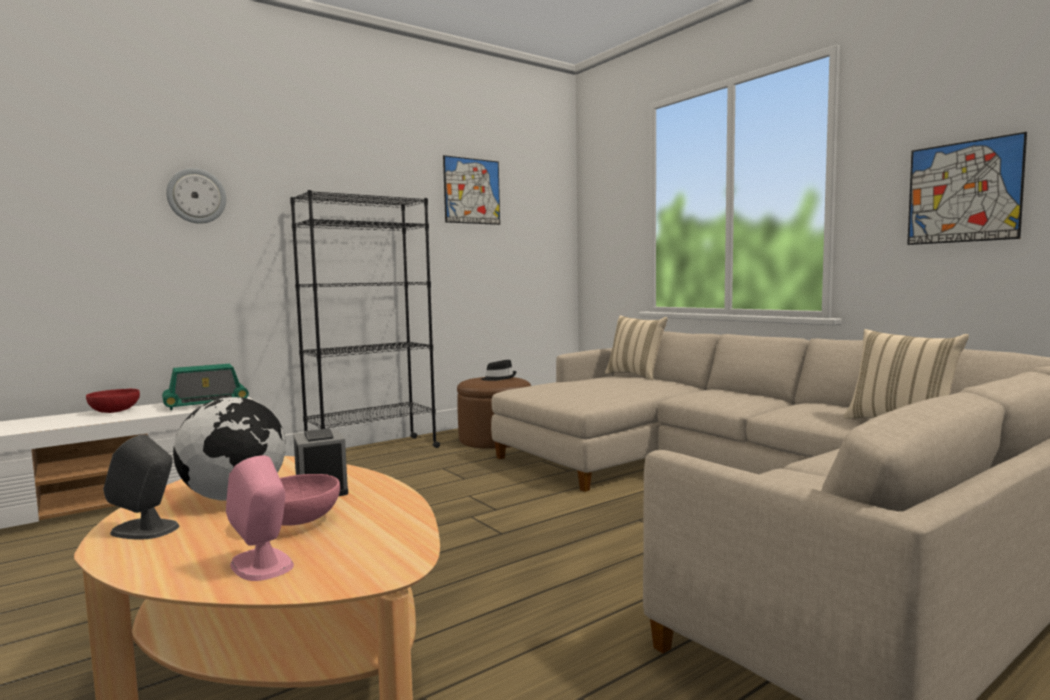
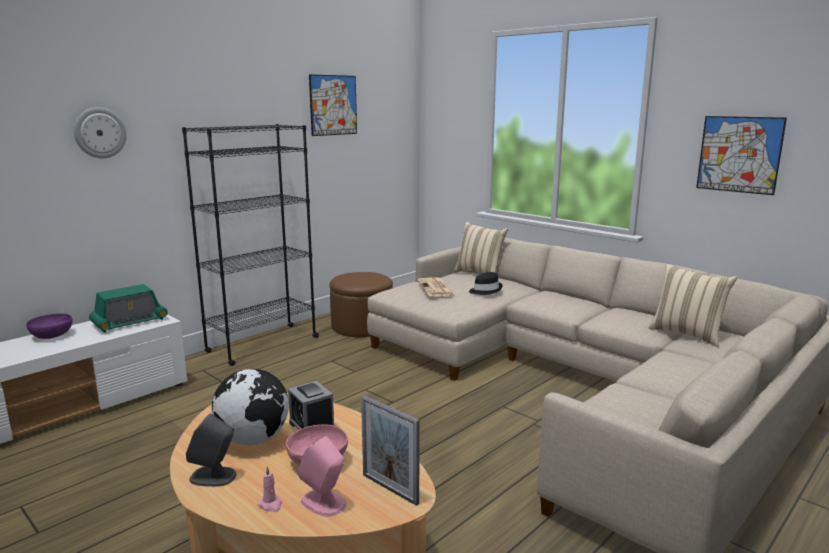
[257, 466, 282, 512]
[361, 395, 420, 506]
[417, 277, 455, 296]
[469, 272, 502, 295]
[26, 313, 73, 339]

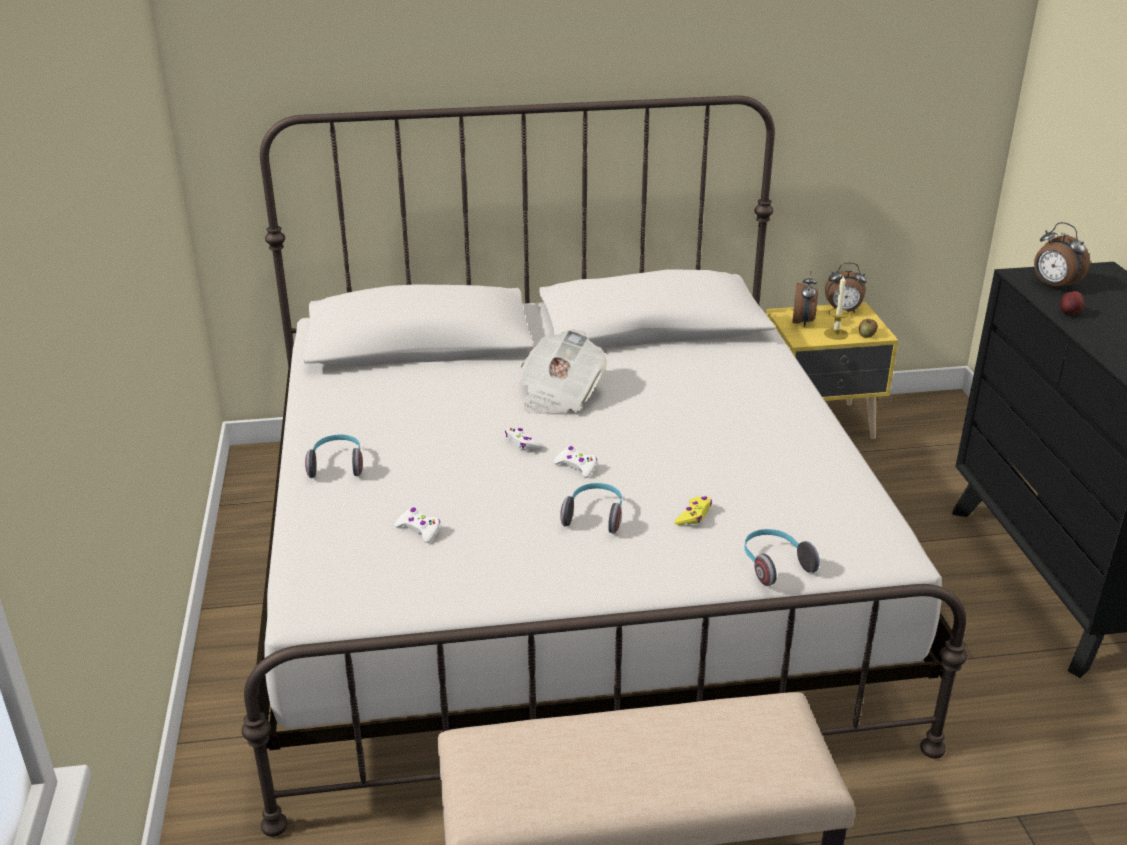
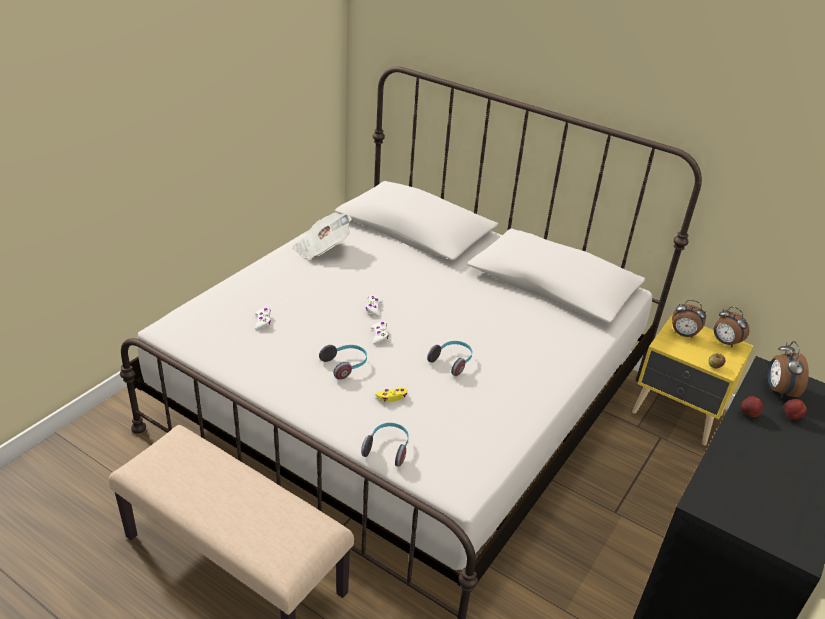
[824, 274, 849, 340] (first image)
[783, 399, 807, 419]
[427, 341, 473, 376]
[293, 212, 352, 259]
[672, 300, 706, 338]

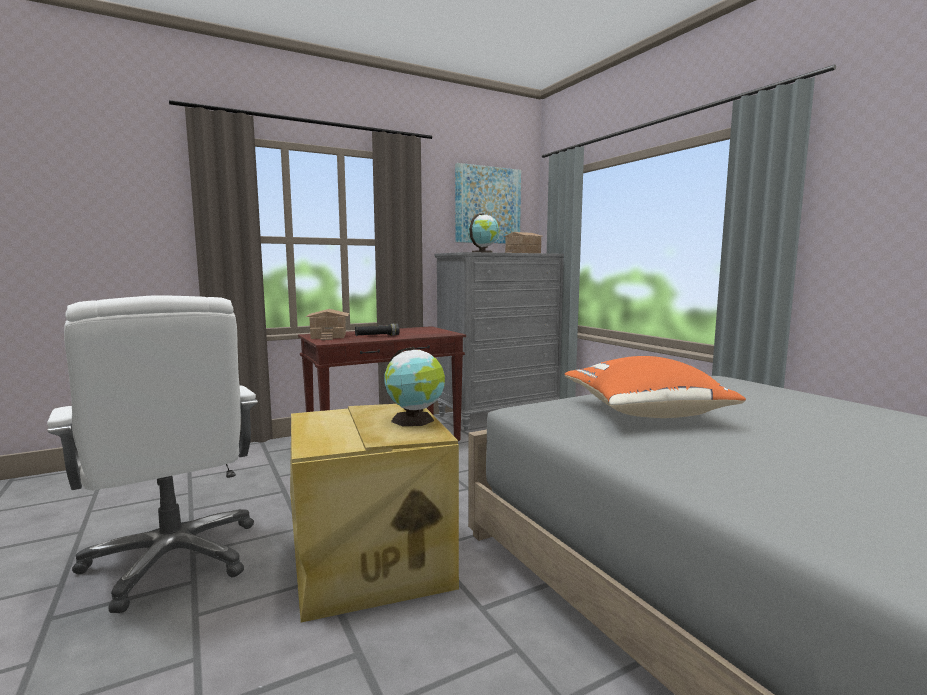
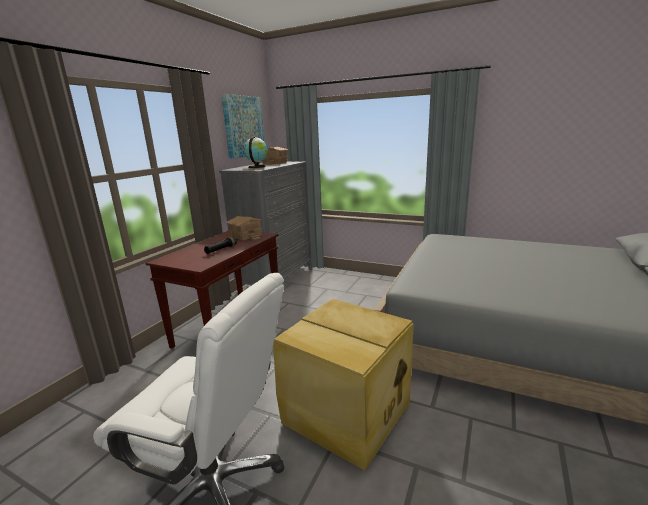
[384, 347, 445, 426] (first image)
[565, 356, 746, 418] (first image)
[226, 216, 262, 241]

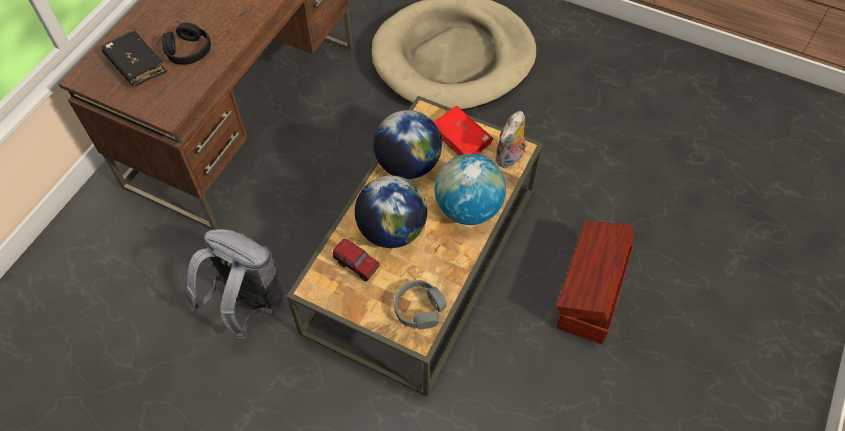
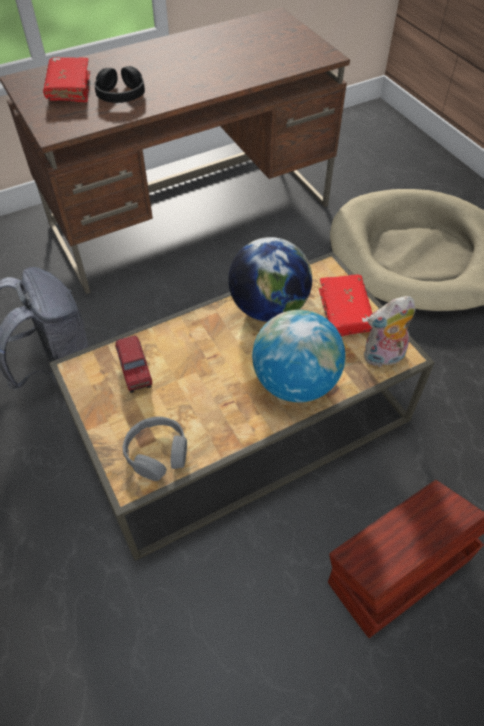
[355, 176, 427, 248] (first image)
[43, 57, 90, 102]

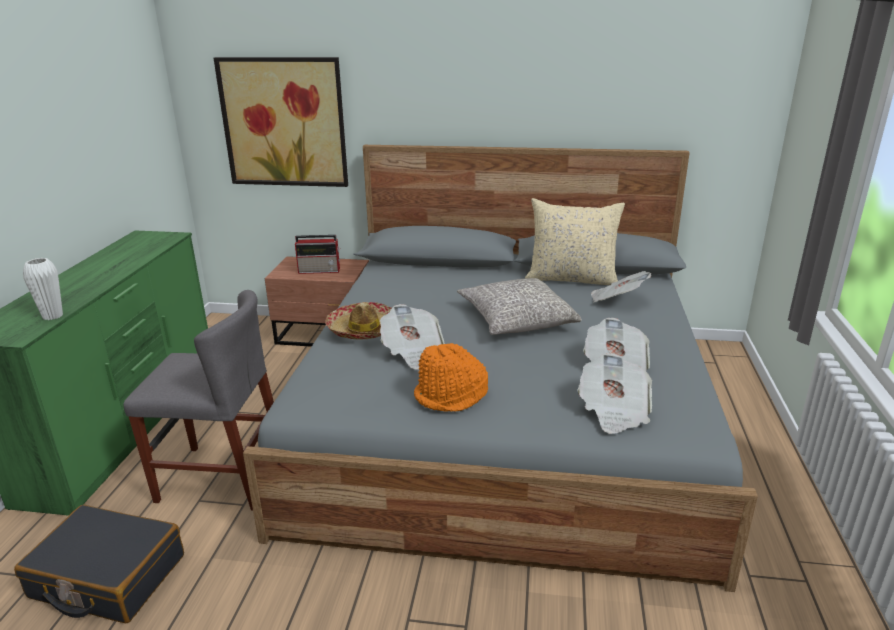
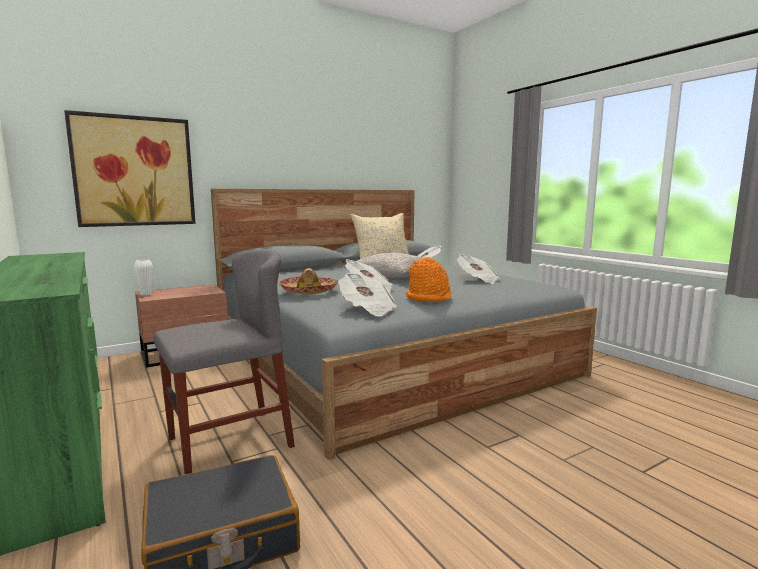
[295, 235, 340, 274] (first image)
[134, 259, 153, 296]
[338, 273, 397, 316]

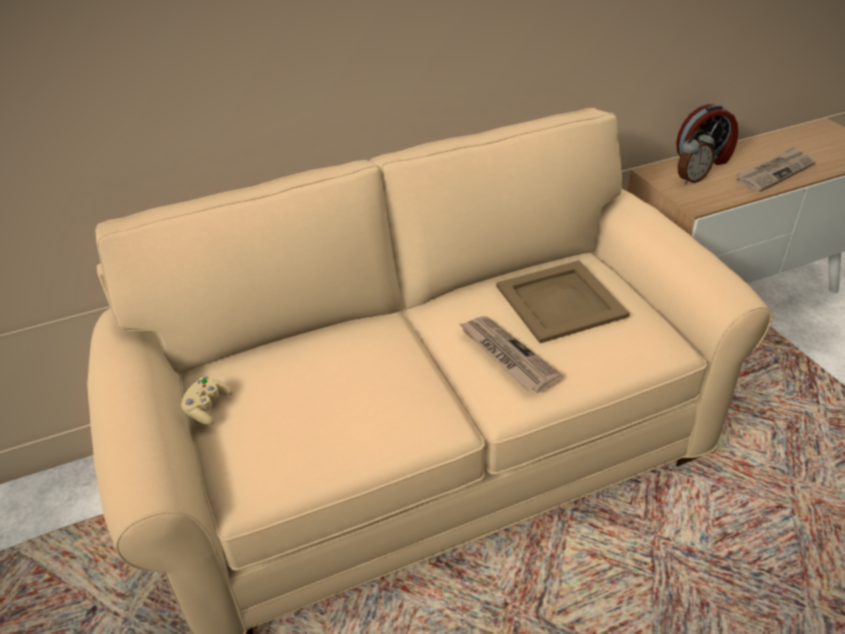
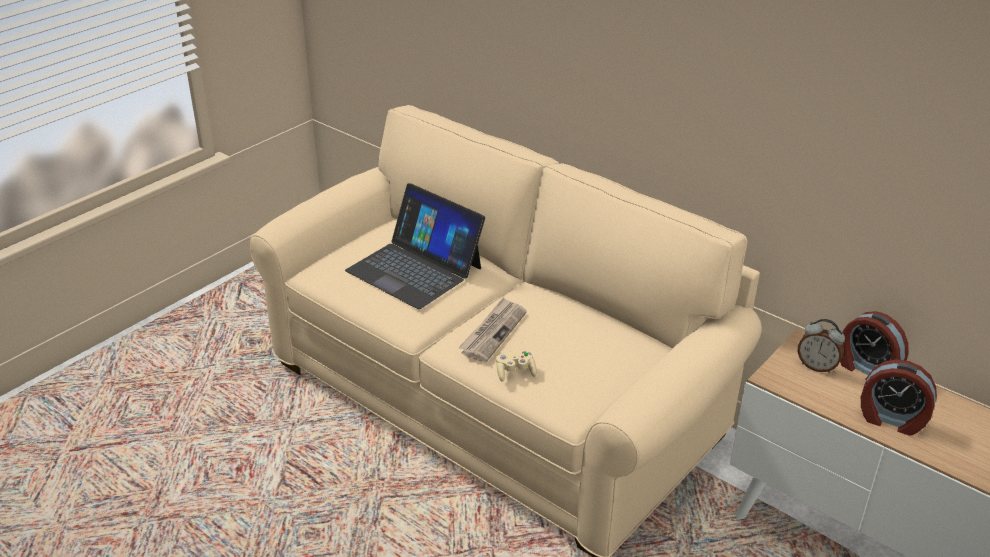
[496, 260, 630, 343] (first image)
[345, 183, 485, 309]
[496, 351, 537, 382]
[861, 359, 937, 436]

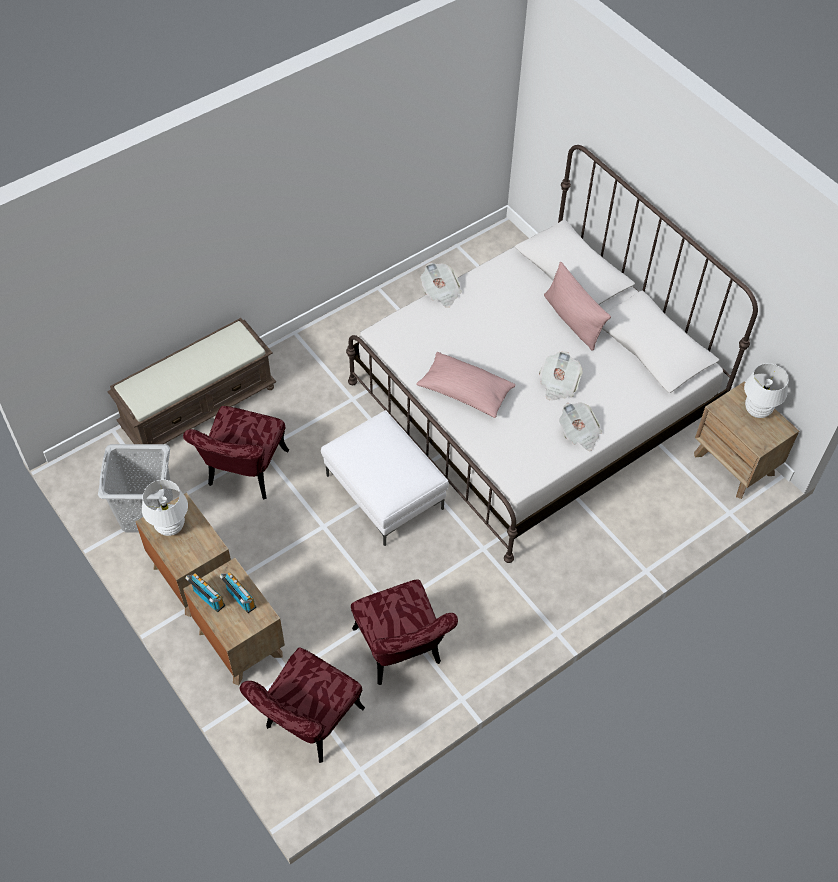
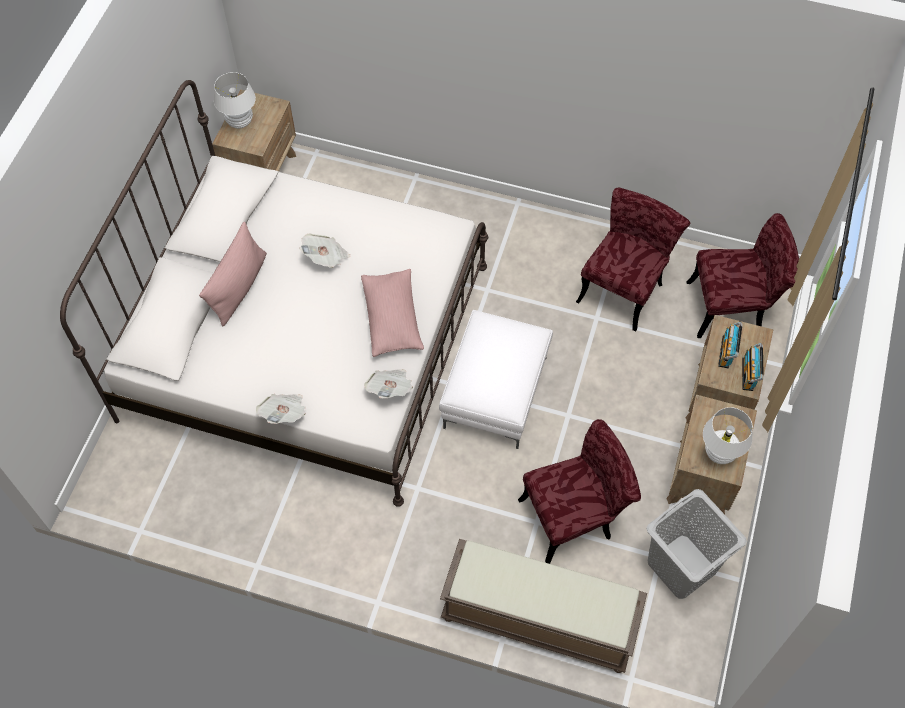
[364, 369, 413, 398]

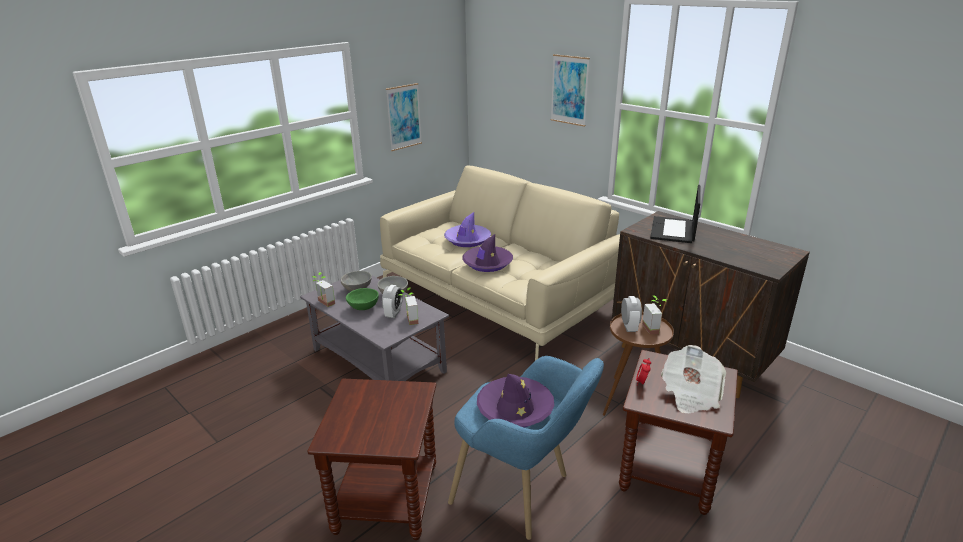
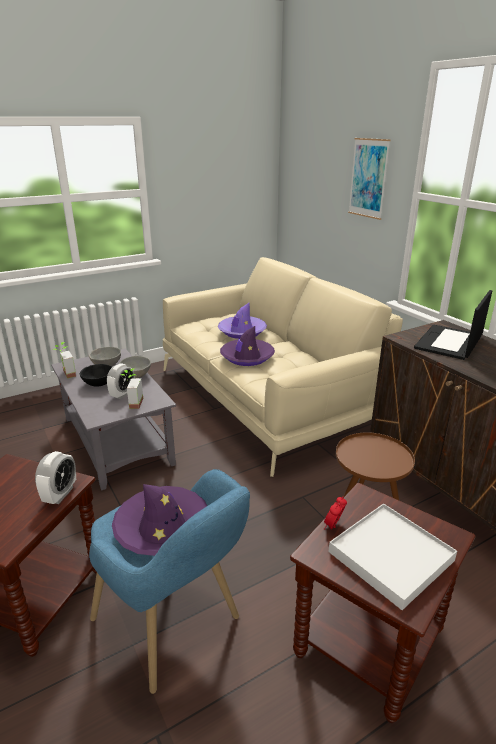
[386, 83, 422, 151] (first image)
[642, 296, 667, 334] (first image)
[35, 451, 76, 504]
[328, 503, 457, 610]
[80, 364, 112, 387]

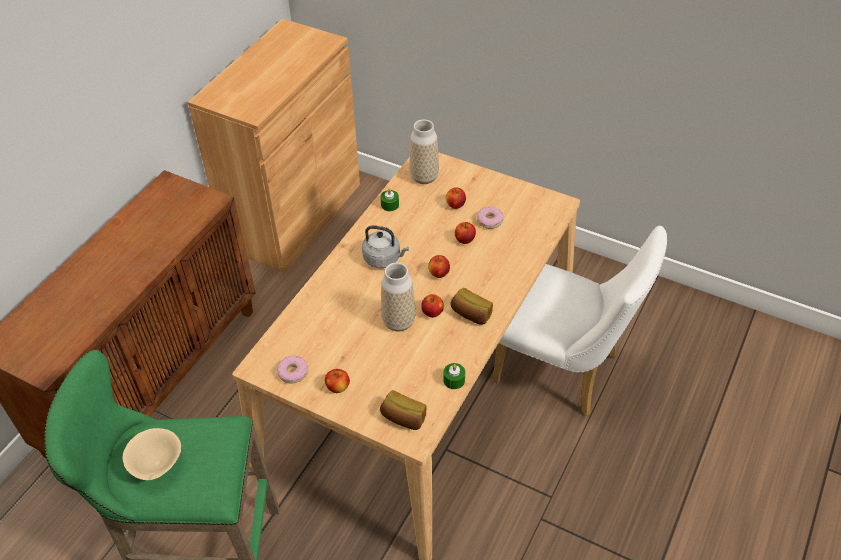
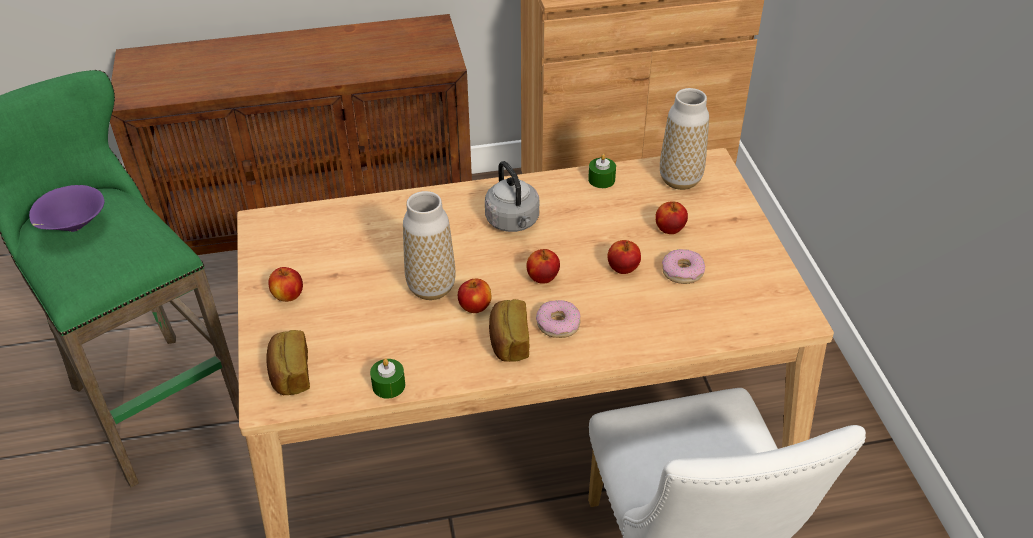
[536, 300, 581, 338]
[29, 185, 105, 232]

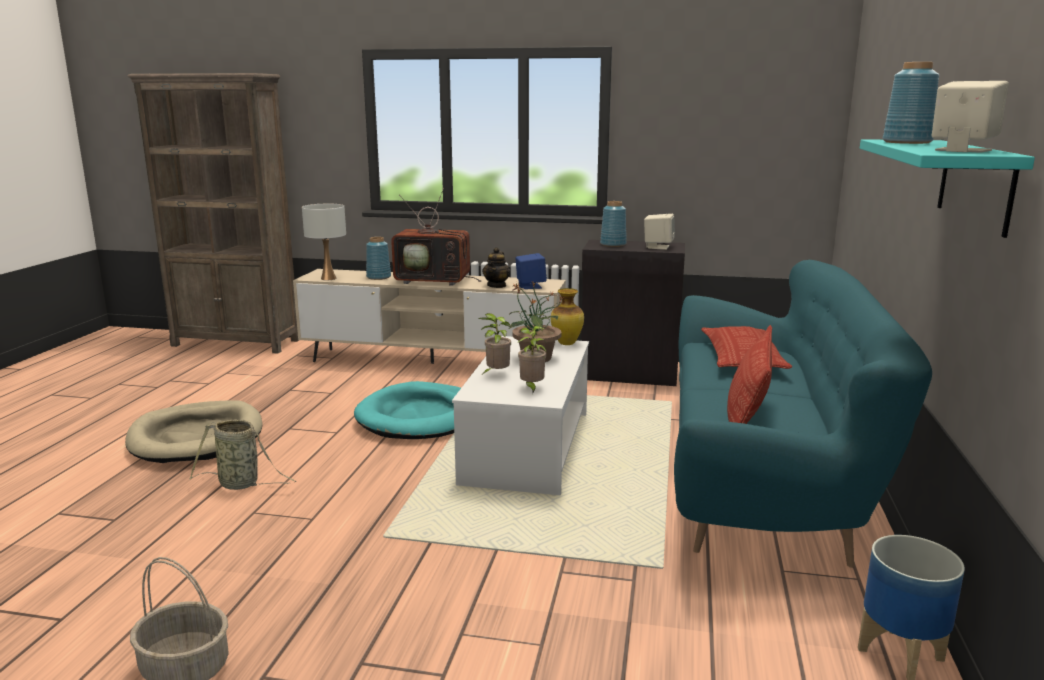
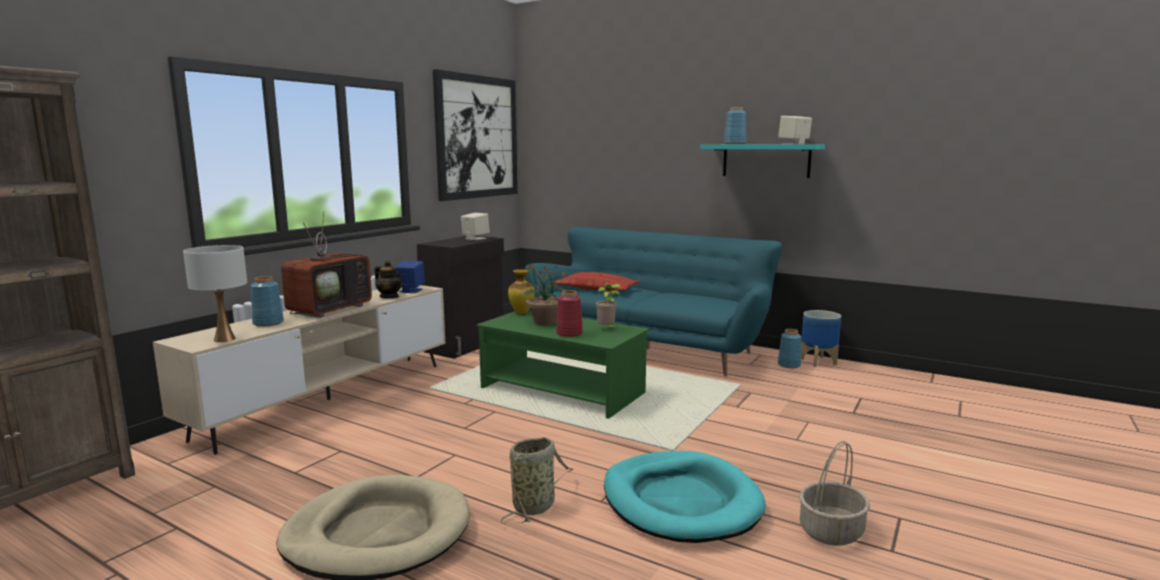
[727, 325, 772, 424] (first image)
[433, 69, 518, 201]
[604, 451, 766, 543]
[778, 329, 801, 368]
[556, 290, 583, 337]
[477, 310, 649, 419]

